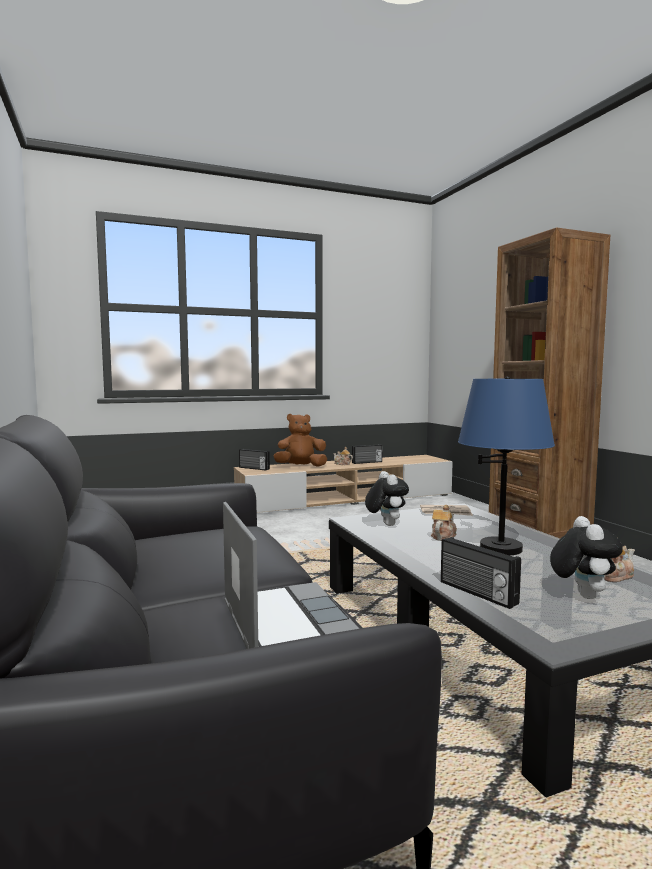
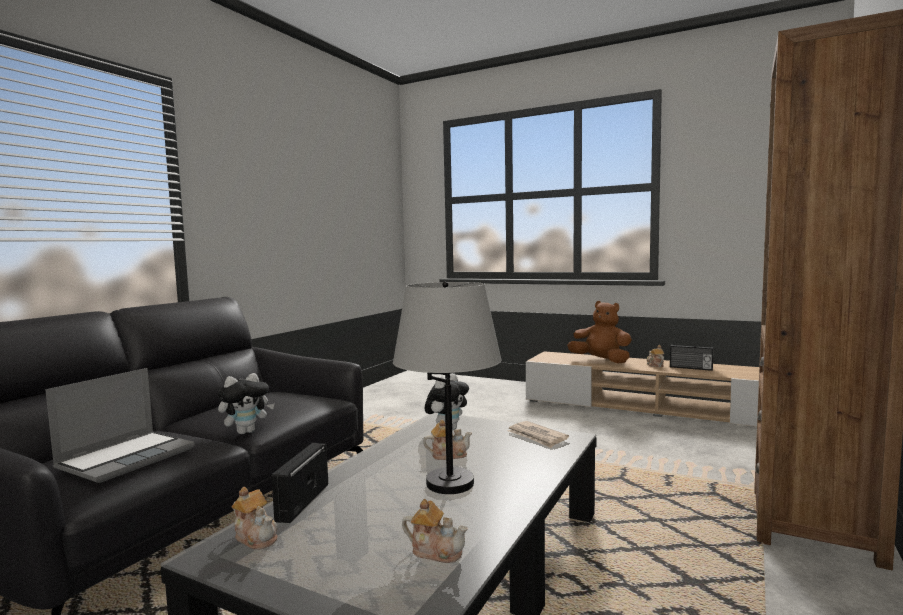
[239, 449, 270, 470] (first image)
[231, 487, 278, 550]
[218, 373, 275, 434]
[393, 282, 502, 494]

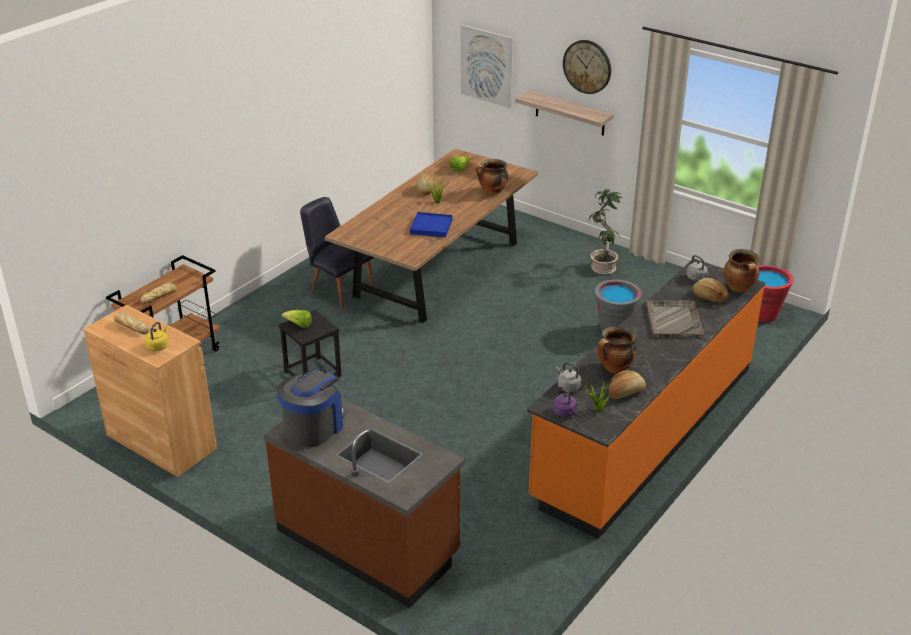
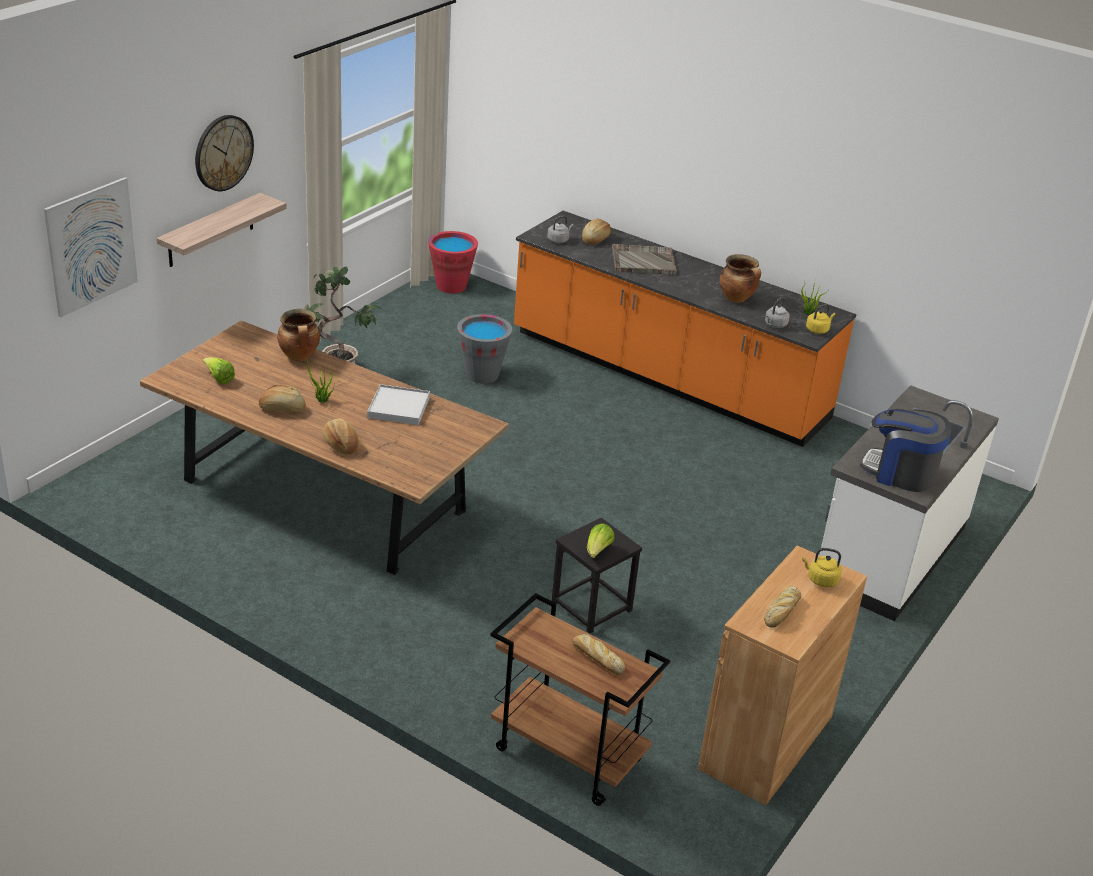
[300, 197, 374, 310] (first image)
[723, 249, 759, 292] (first image)
[323, 418, 359, 455]
[820, 385, 999, 621]
[367, 384, 430, 425]
[806, 304, 836, 334]

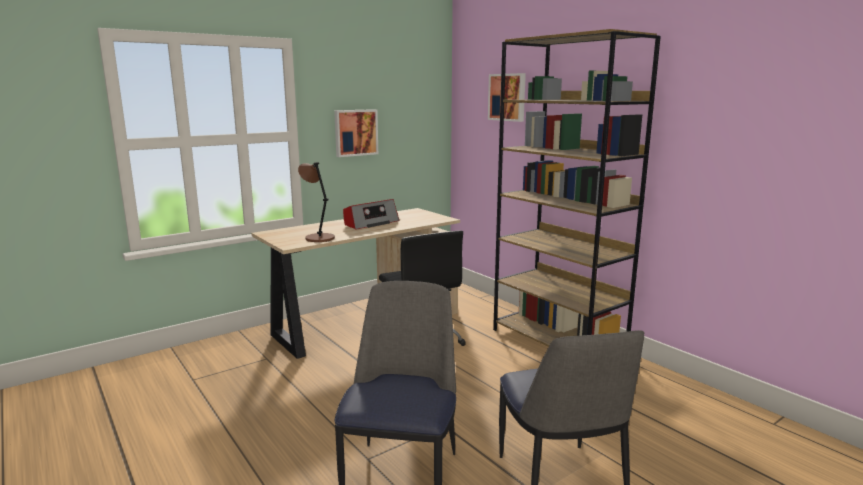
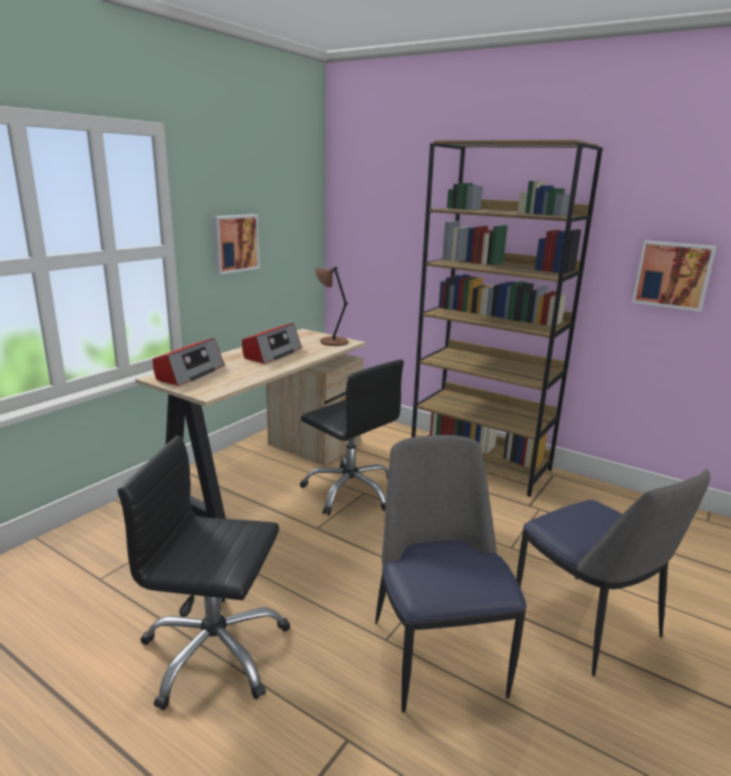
[118, 436, 291, 710]
[153, 338, 225, 386]
[315, 267, 348, 346]
[632, 241, 716, 312]

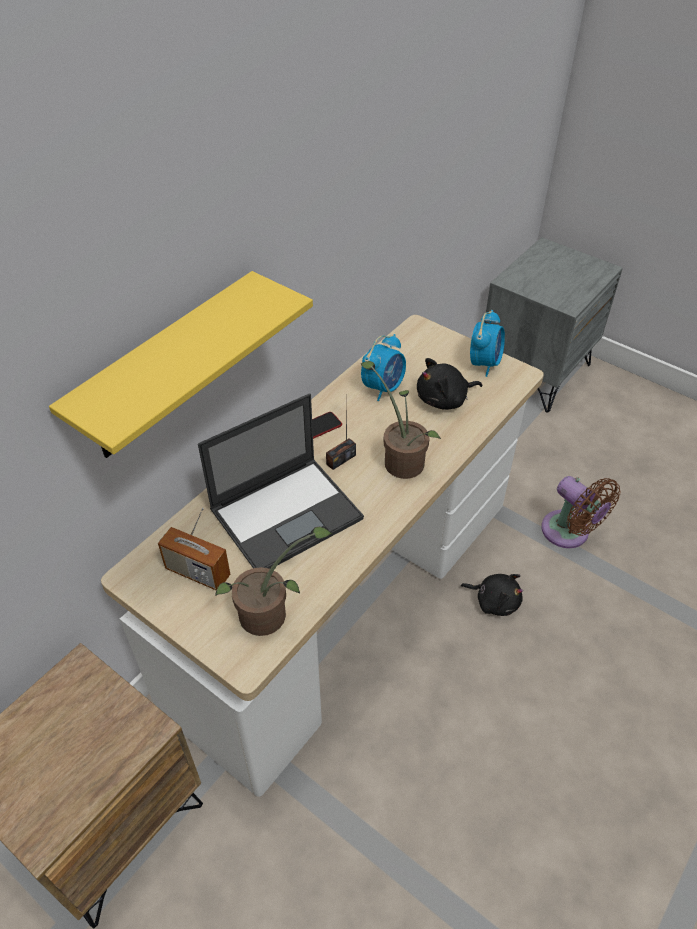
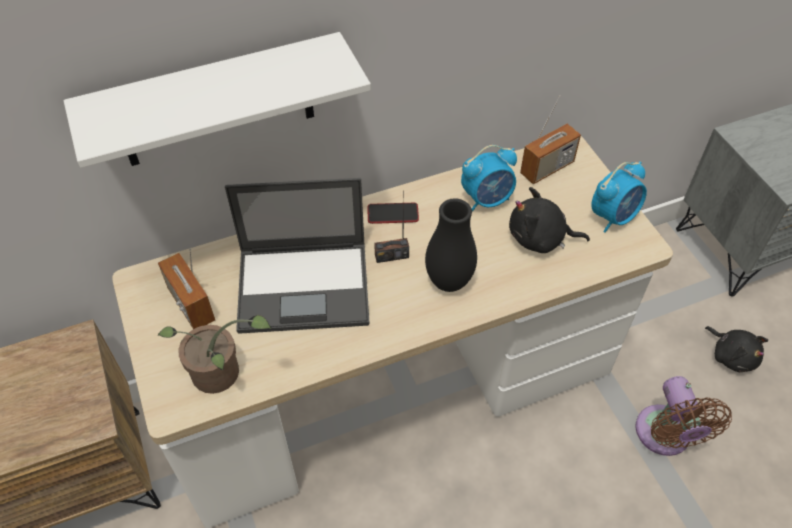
[520, 95, 581, 184]
[705, 326, 768, 372]
[425, 198, 477, 292]
[64, 32, 371, 168]

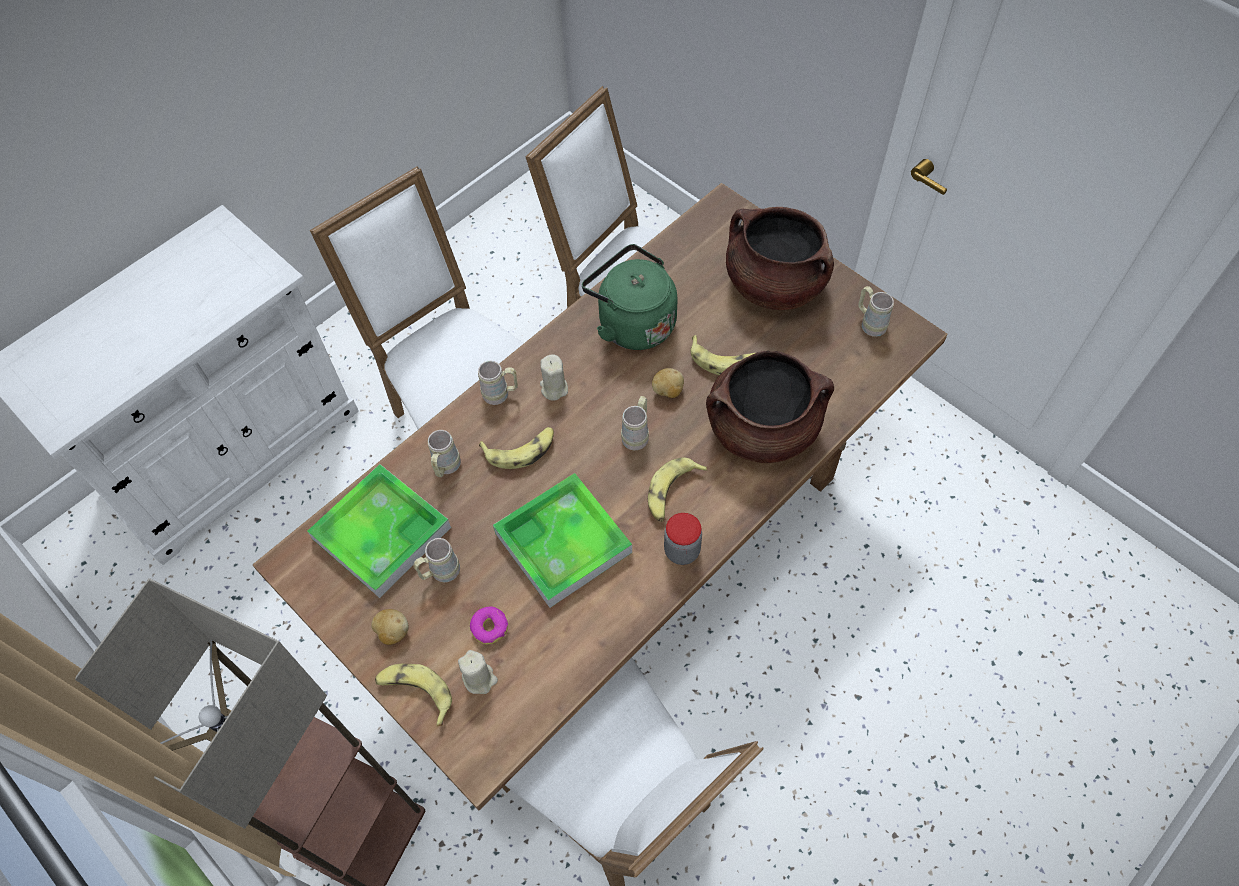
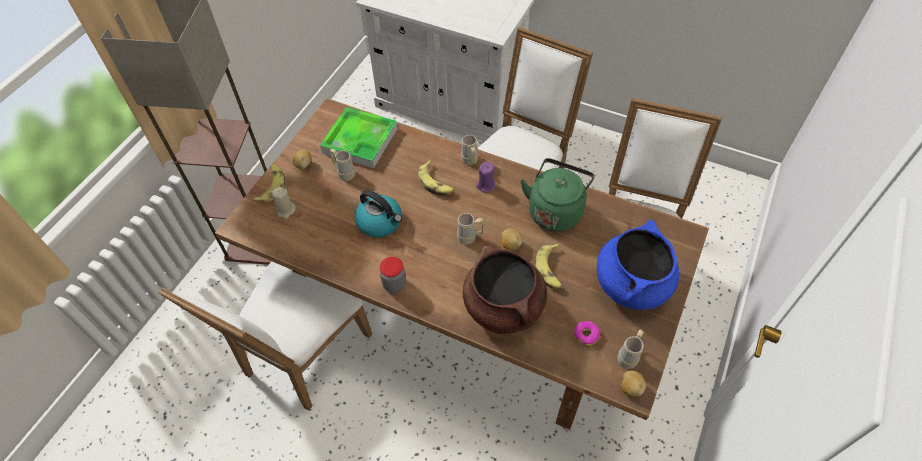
[428, 430, 461, 477] (first image)
[648, 457, 707, 522] (first image)
[621, 370, 646, 397]
[574, 321, 600, 346]
[355, 190, 402, 237]
[476, 161, 495, 193]
[597, 220, 679, 310]

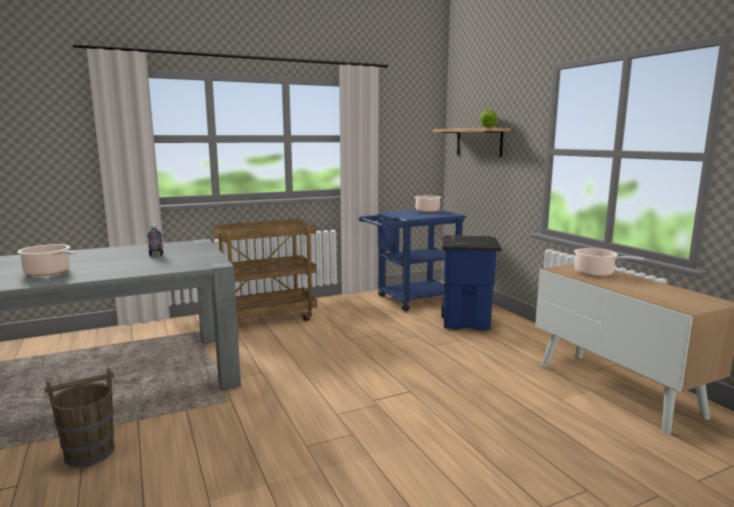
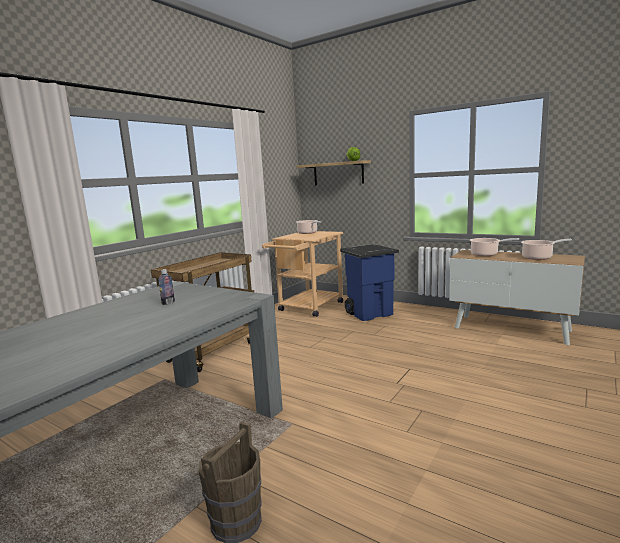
[521, 239, 572, 260]
[262, 231, 343, 317]

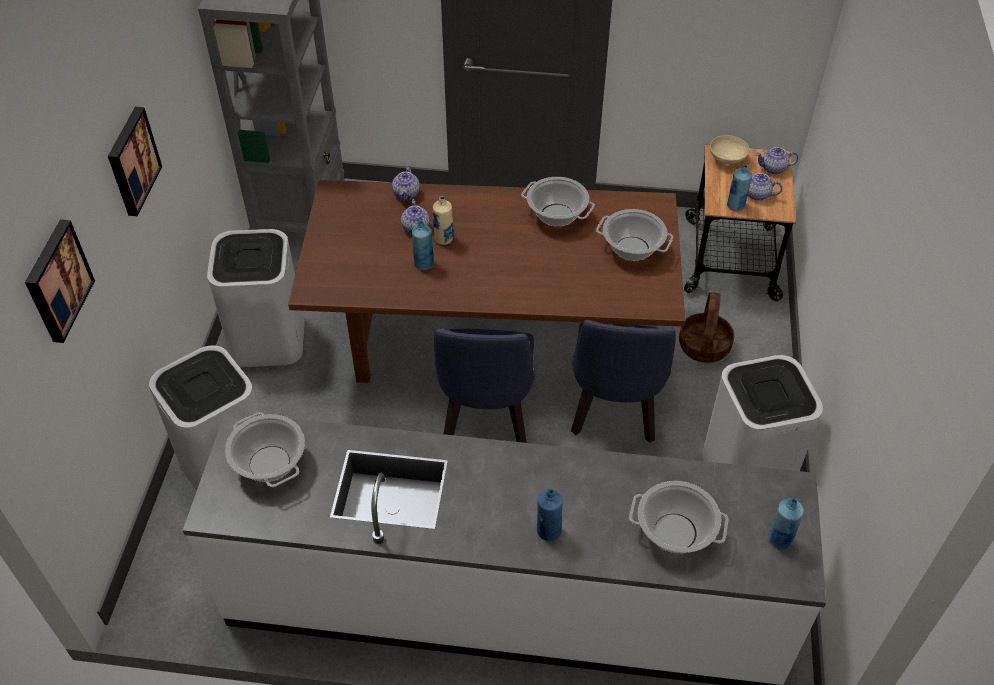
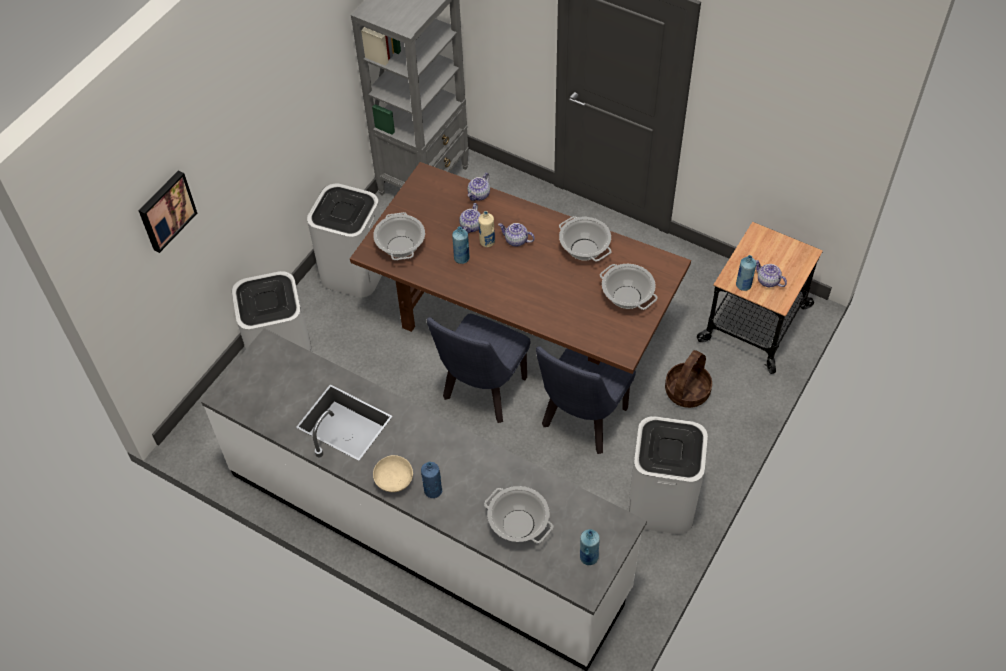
[108, 107, 162, 216] (first image)
[373, 212, 425, 260]
[373, 455, 413, 492]
[498, 223, 535, 247]

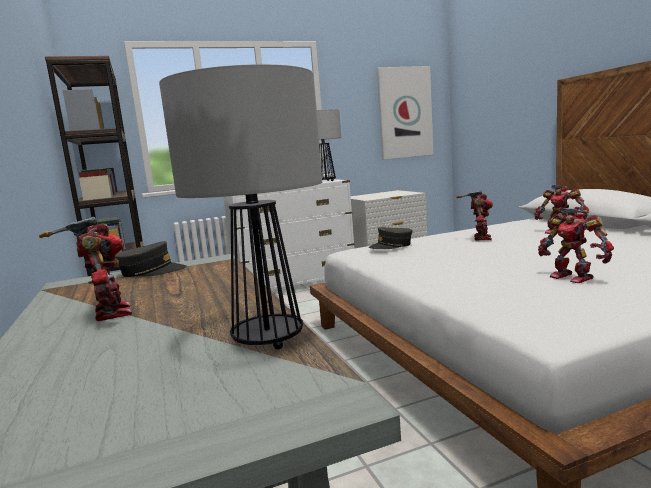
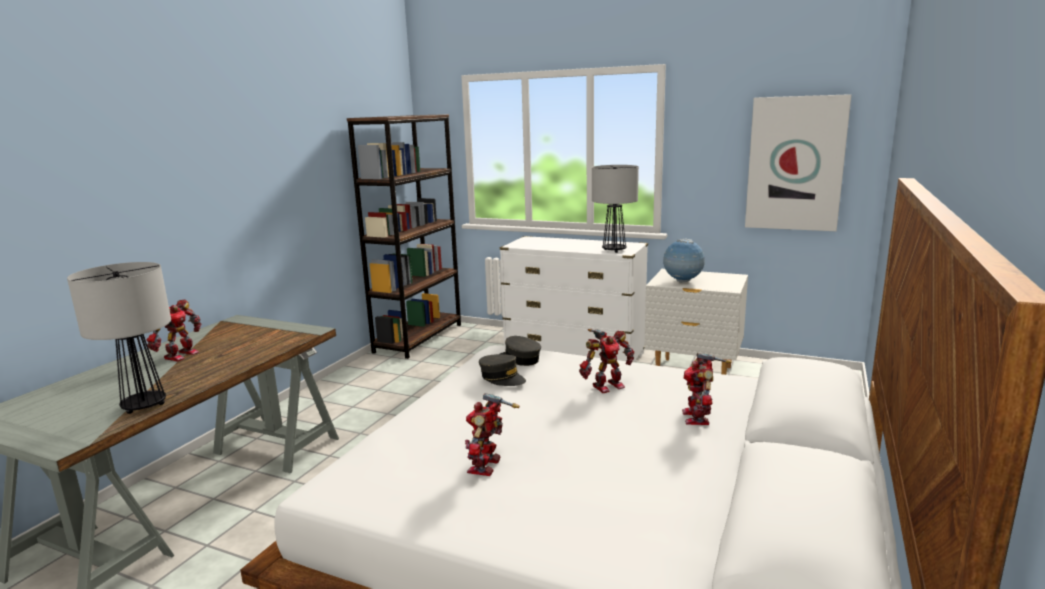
[663, 238, 705, 283]
[479, 354, 526, 386]

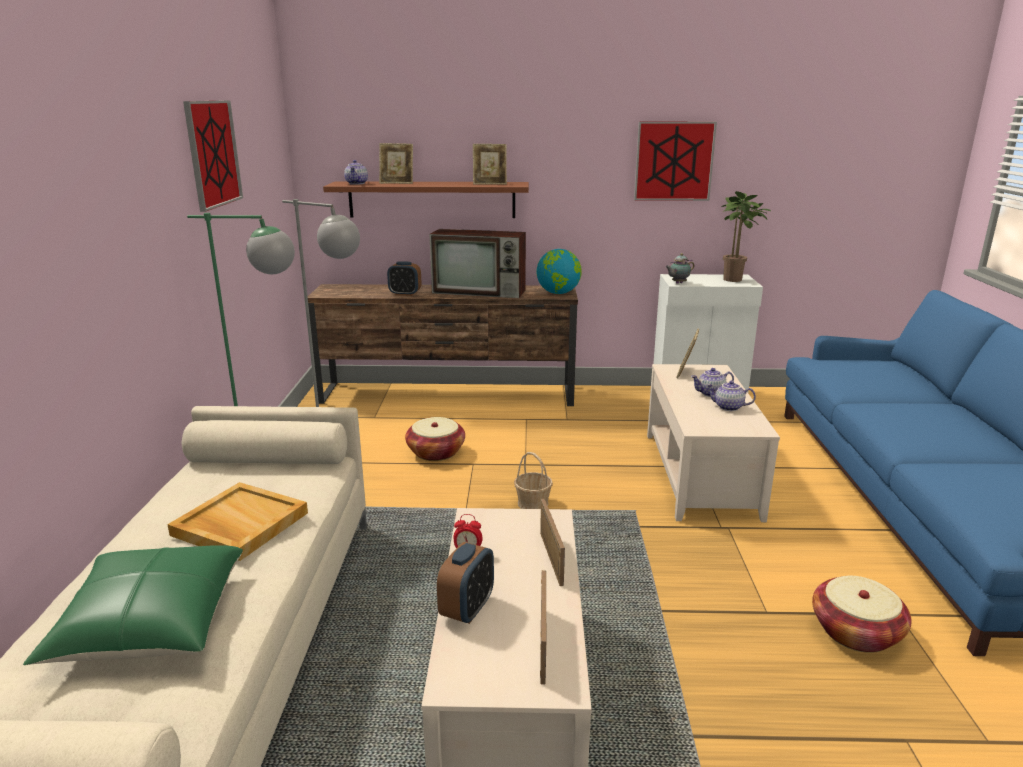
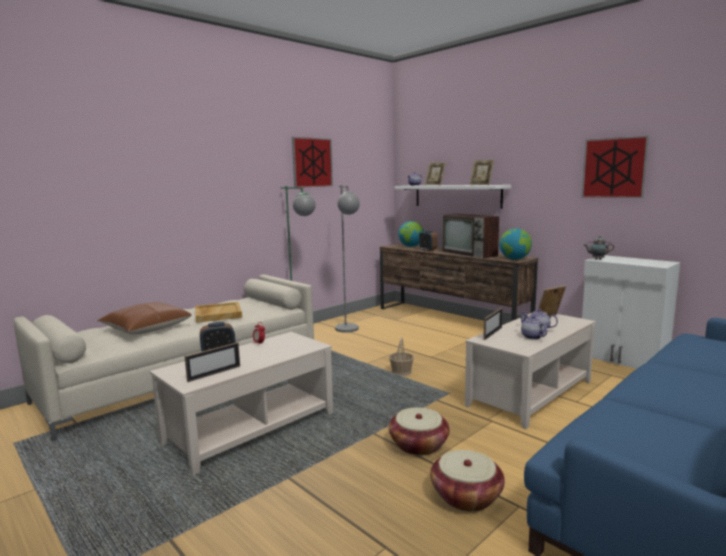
[721, 191, 771, 282] (first image)
[398, 221, 424, 247]
[389, 407, 450, 455]
[483, 308, 503, 340]
[97, 302, 192, 335]
[395, 185, 511, 209]

